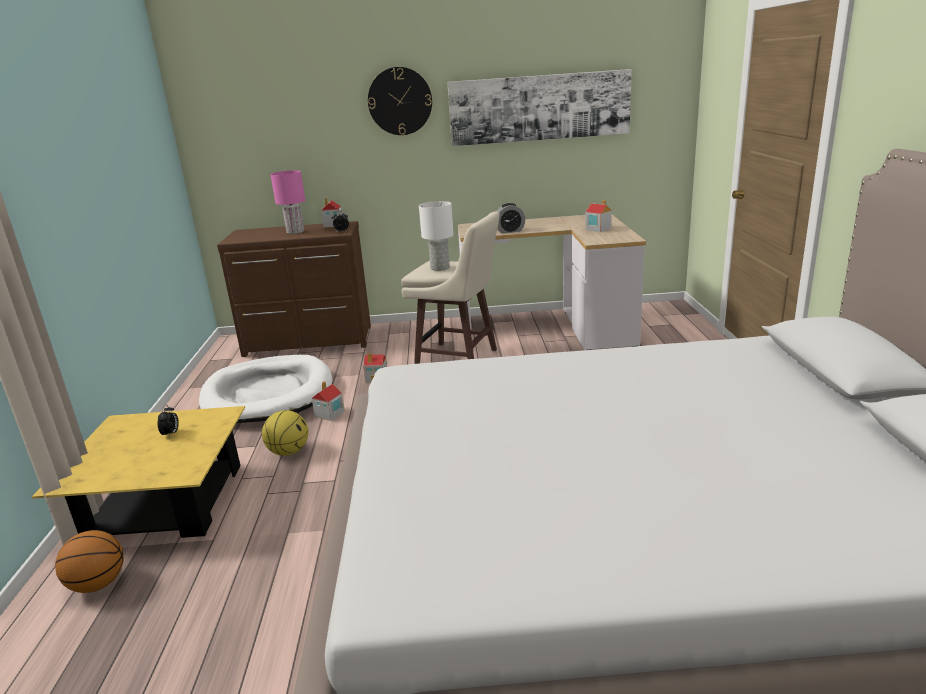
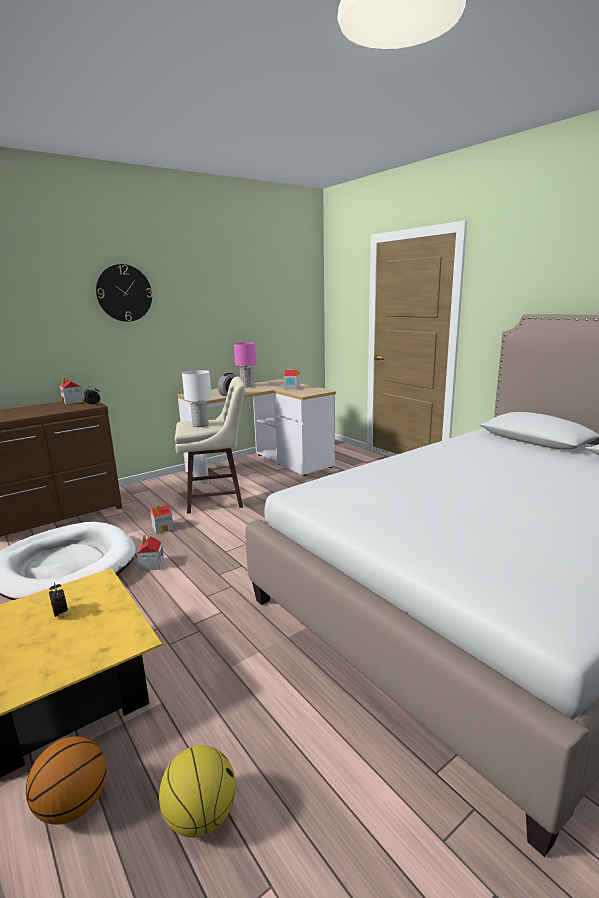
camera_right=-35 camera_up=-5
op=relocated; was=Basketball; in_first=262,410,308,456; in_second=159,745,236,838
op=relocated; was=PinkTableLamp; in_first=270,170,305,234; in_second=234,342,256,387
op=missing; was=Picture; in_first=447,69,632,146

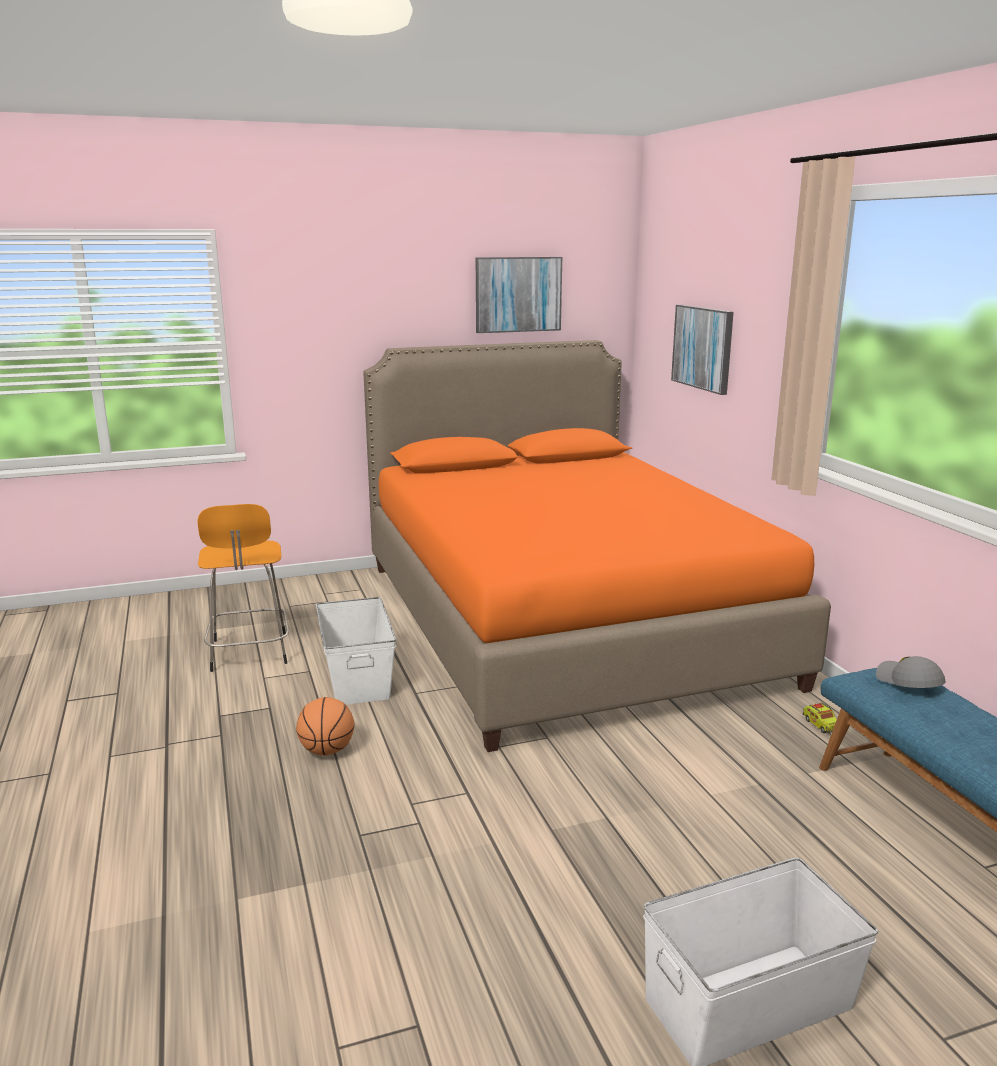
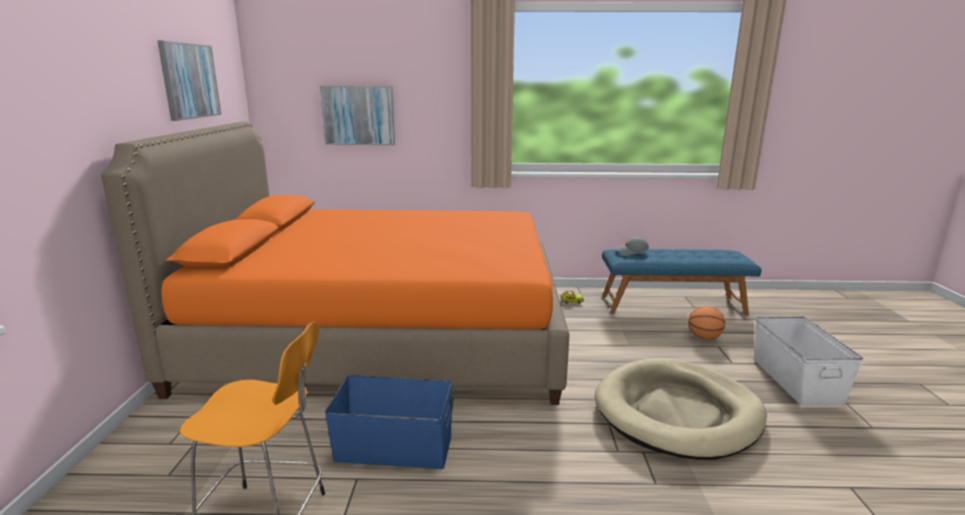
camera_right=-70 camera_up=0
op=relocated; was=Basketball; in_first=296,697,355,756; in_second=688,306,725,340
op=colour; was=WhiteStorageBox; now=BlueStorageBox; in_first=316,597,396,705; in_second=325,375,452,469
op=appeared; now=BeigeDogBed; in_second=595,358,767,460

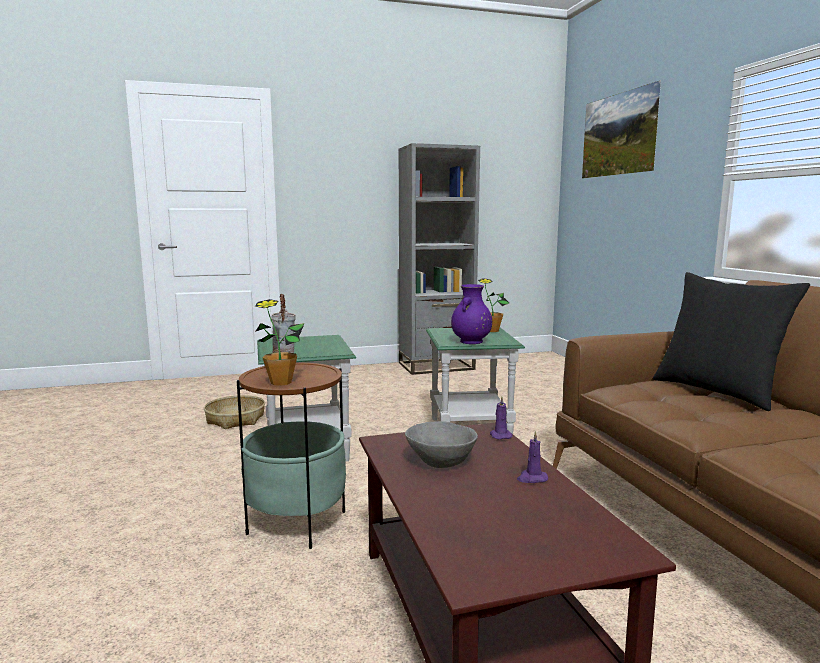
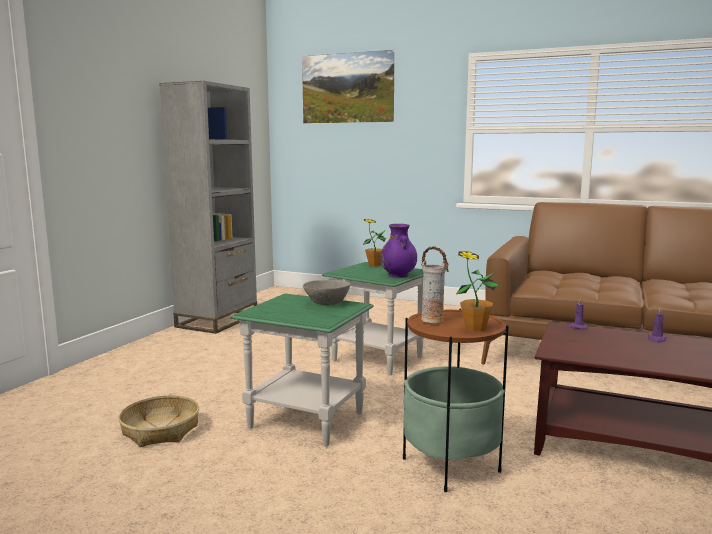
camera_right=-50 camera_up=0
op=relocated; was=GreyBowl; in_first=405,421,478,468; in_second=303,280,351,305
op=missing; was=BlackPillow; in_first=653,272,810,411

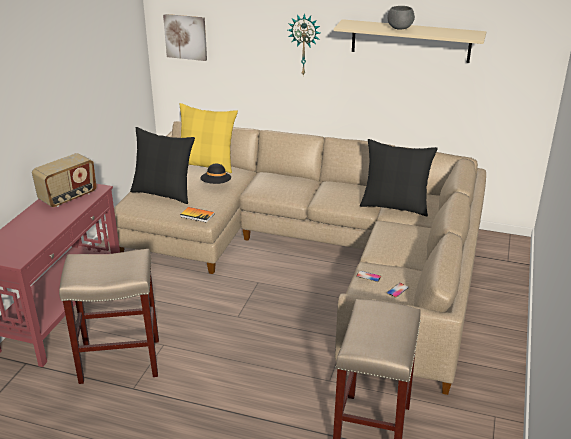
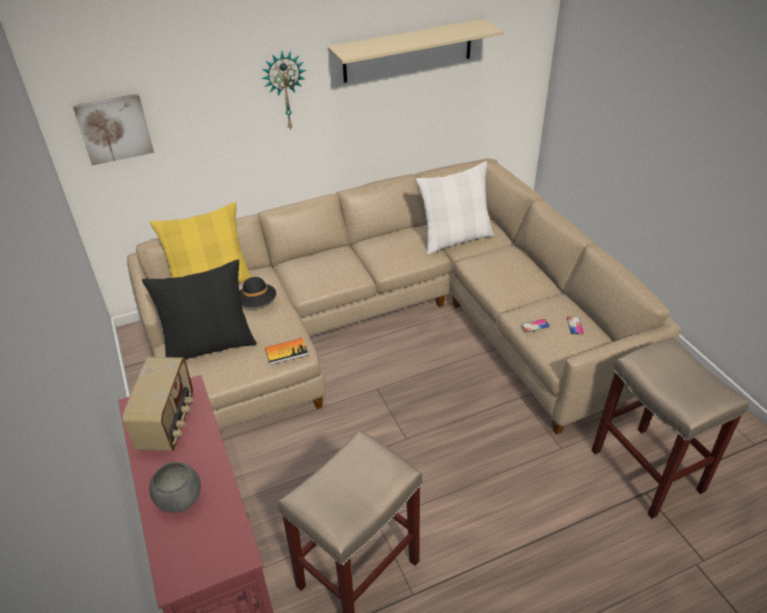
camera_right=-40 camera_up=10
op=colour; was=BlackPillow; now=WhitePillow; in_first=360,139,438,216; in_second=416,161,494,255
op=relocated; was=GreyBowl; in_first=387,6,415,30; in_second=149,462,201,513

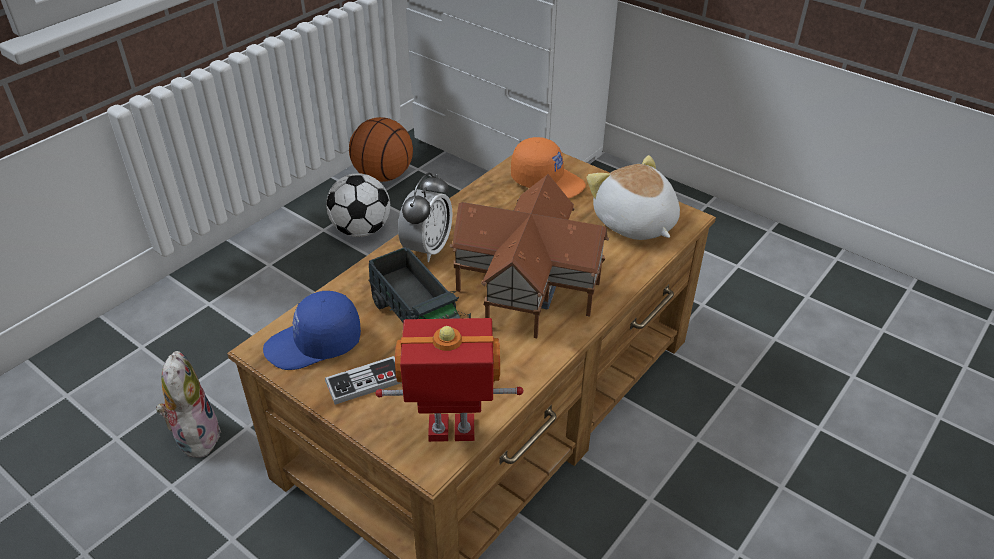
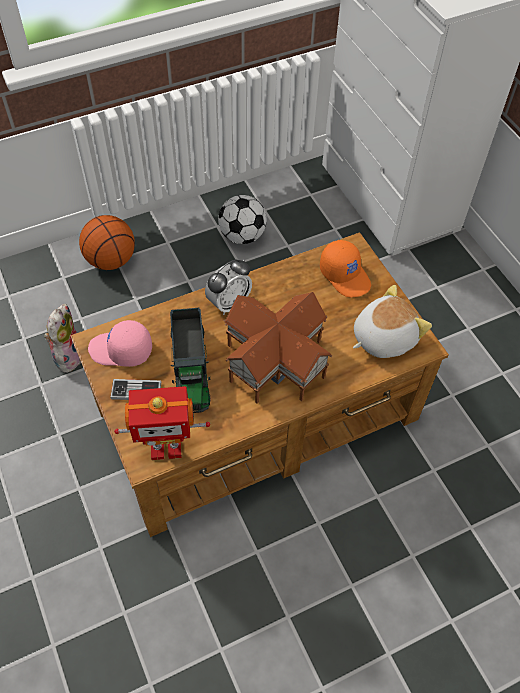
camera_right=25 camera_up=15
op=colour; was=BlueCap; now=PinkCap; in_first=263,291,361,370; in_second=88,320,152,367
op=relocated; was=Basketball; in_first=349,117,413,182; in_second=79,215,135,270
op=spun; was=ToyRobot; in_first=376,318,524,442; in_second=114,386,210,460; clockwise=150
op=spun; was=PlushToy; in_first=586,155,680,240; in_second=353,285,432,358; clockwise=60

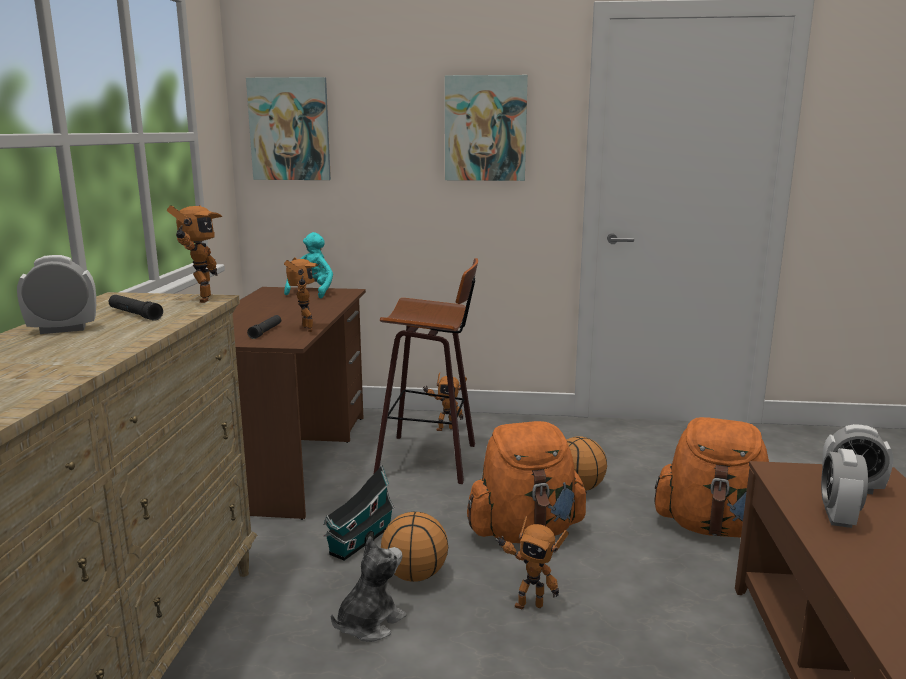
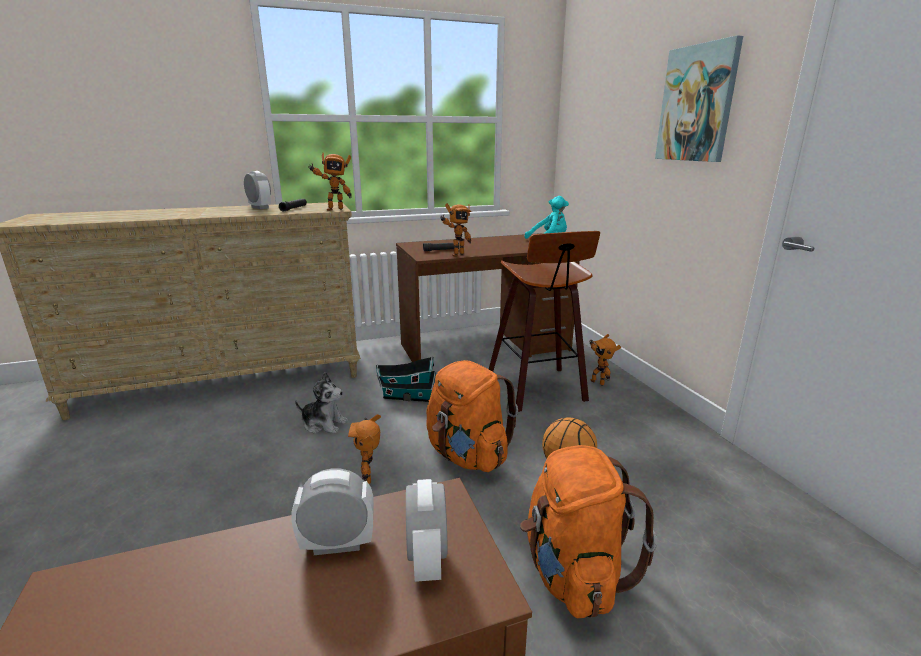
camera_right=65 camera_up=5
op=missing; was=Picture; in_first=246,77,331,180
op=missing; was=Basketball; in_first=381,512,448,582

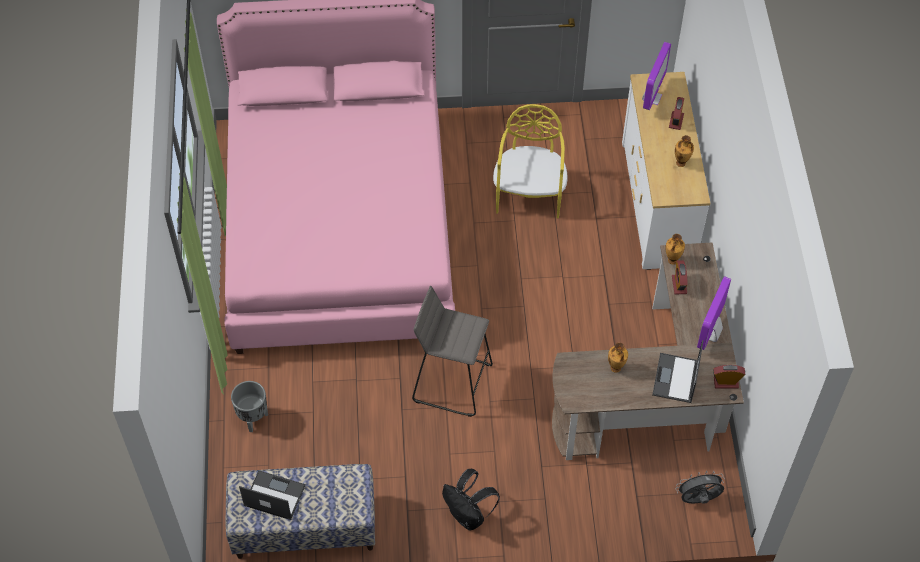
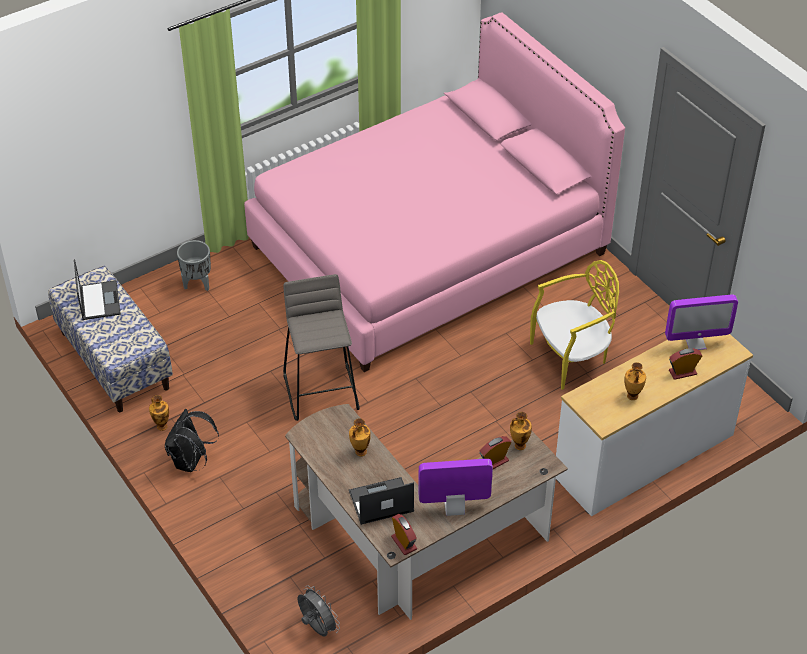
camera_right=60 camera_up=-10
op=appeared; now=Vase; in_second=149,395,169,431

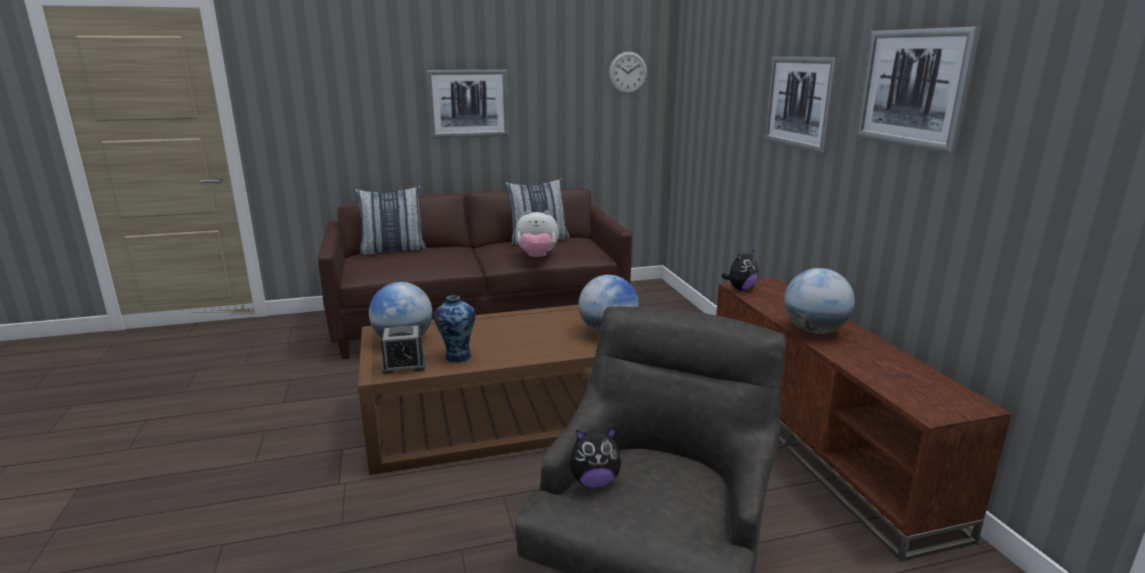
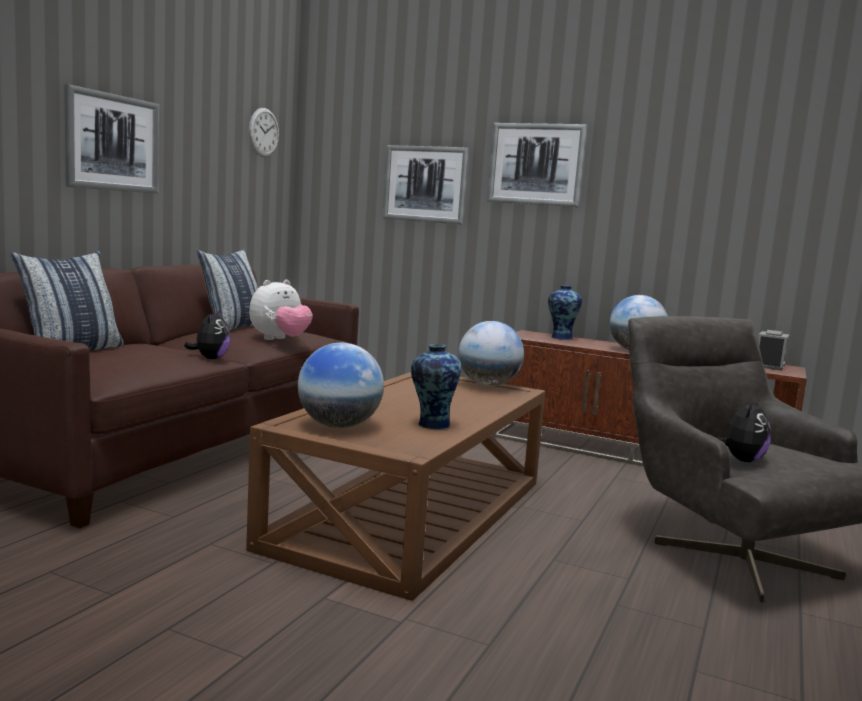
camera_right=-50 camera_up=-10
op=relocated; was=AlarmClock; in_first=381,326,425,374; in_second=758,330,790,371
op=relocated; was=PlushToy; in_first=721,250,759,291; in_second=184,310,231,359
op=relocated; was=Picture; in_first=856,27,981,154; in_second=382,145,470,225
op=appeared; now=Vase; in_second=548,285,582,340

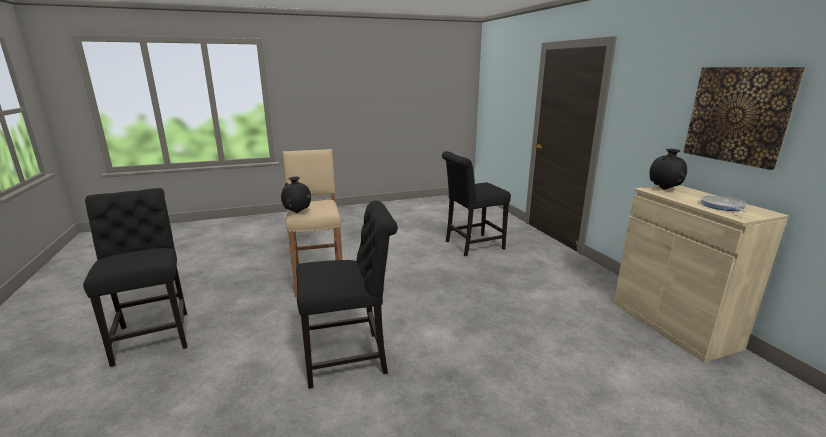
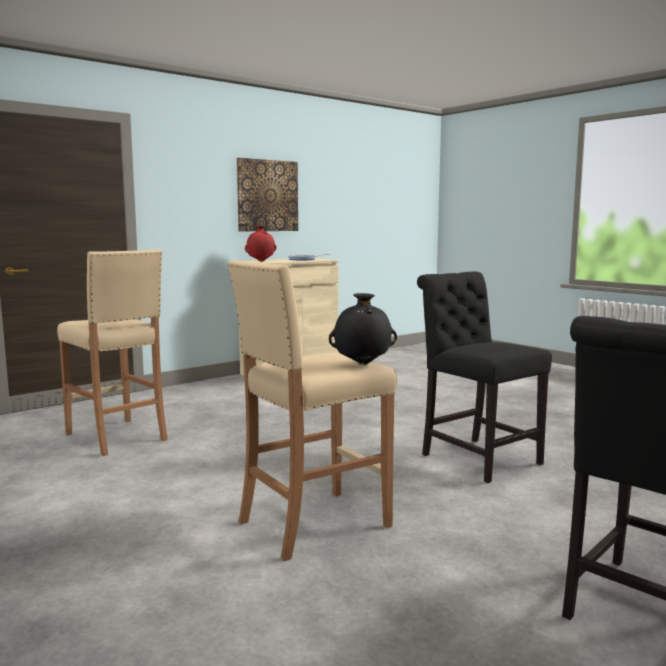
camera_right=-110 camera_up=-10
op=exchanged; was=BlackChair; now=BeigeStool; in_first=442,151,511,256; in_second=57,249,168,456
op=colour; was=BlackVase; now=RedVase; in_first=649,149,687,190; in_second=245,226,276,262

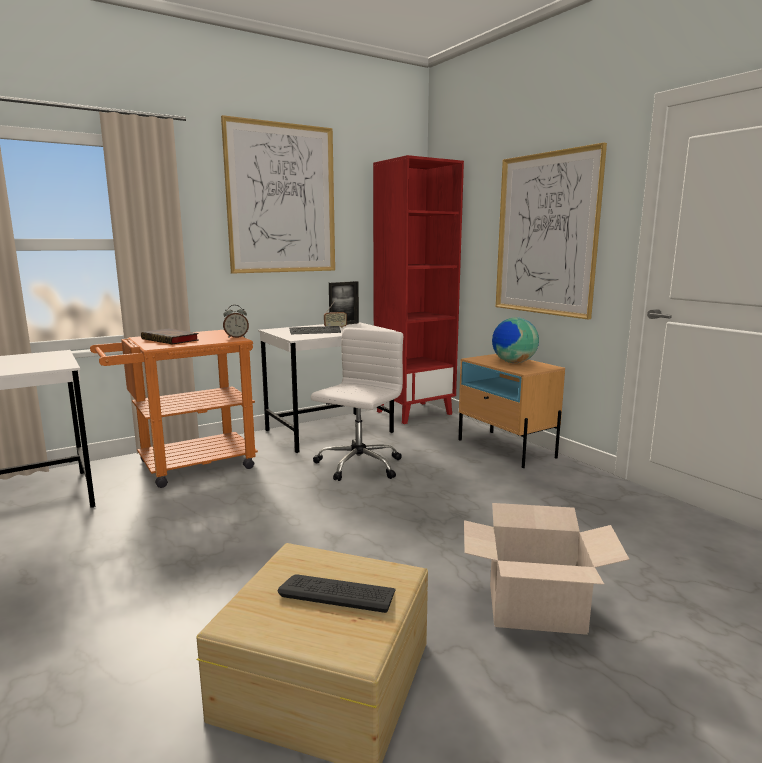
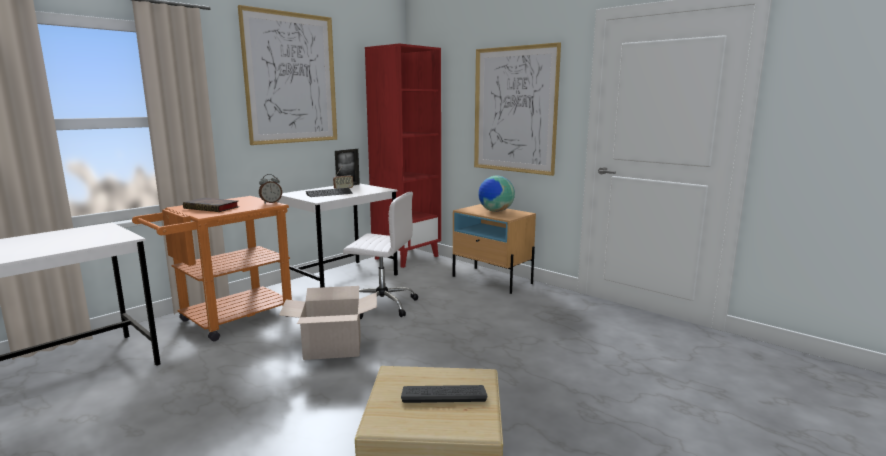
camera_right=-15 camera_up=0
op=spun; was=WhiteOfficeChair; in_first=311,328,403,481; in_second=343,192,418,319; clockwise=90
op=relocated; was=CardboardBox; in_first=464,503,630,635; in_second=279,286,377,360

